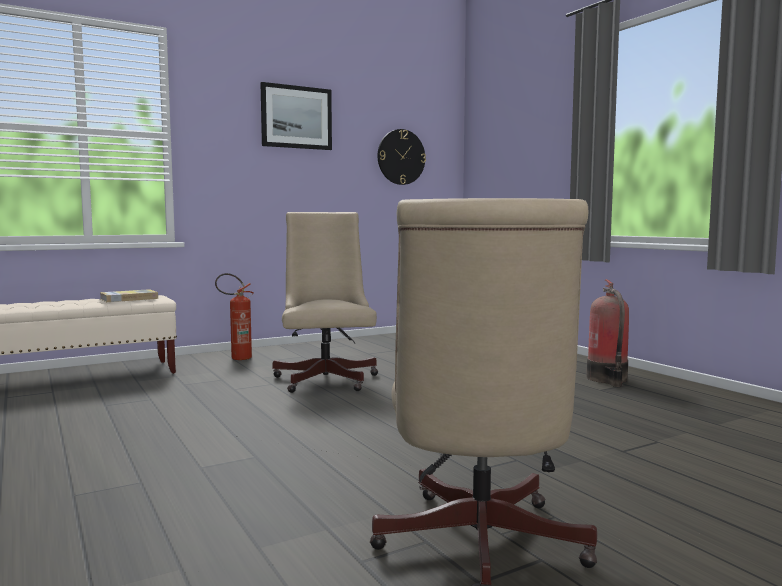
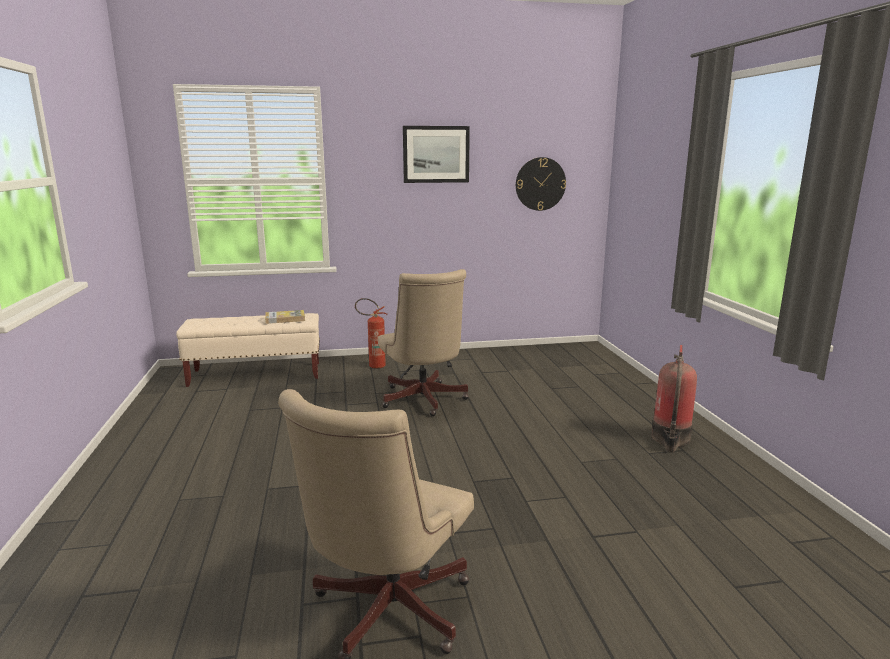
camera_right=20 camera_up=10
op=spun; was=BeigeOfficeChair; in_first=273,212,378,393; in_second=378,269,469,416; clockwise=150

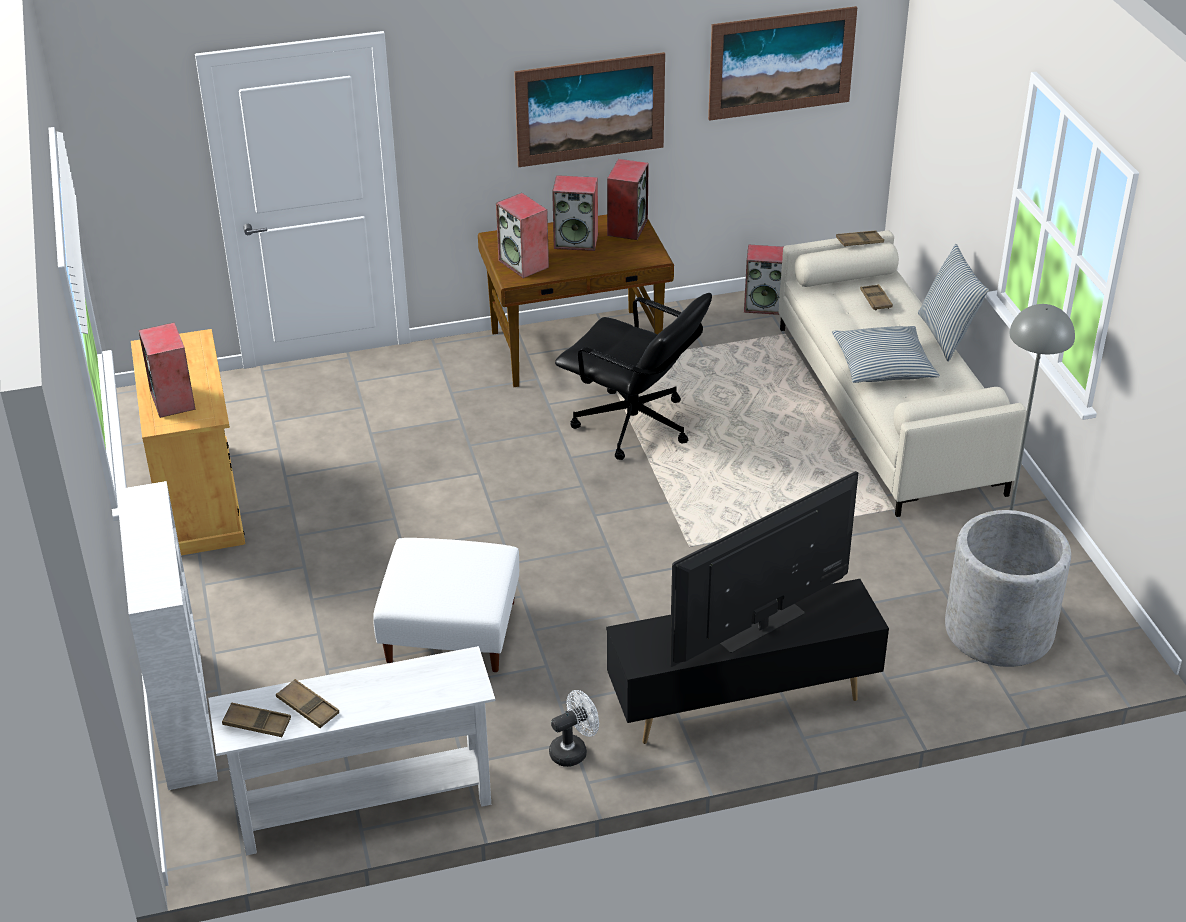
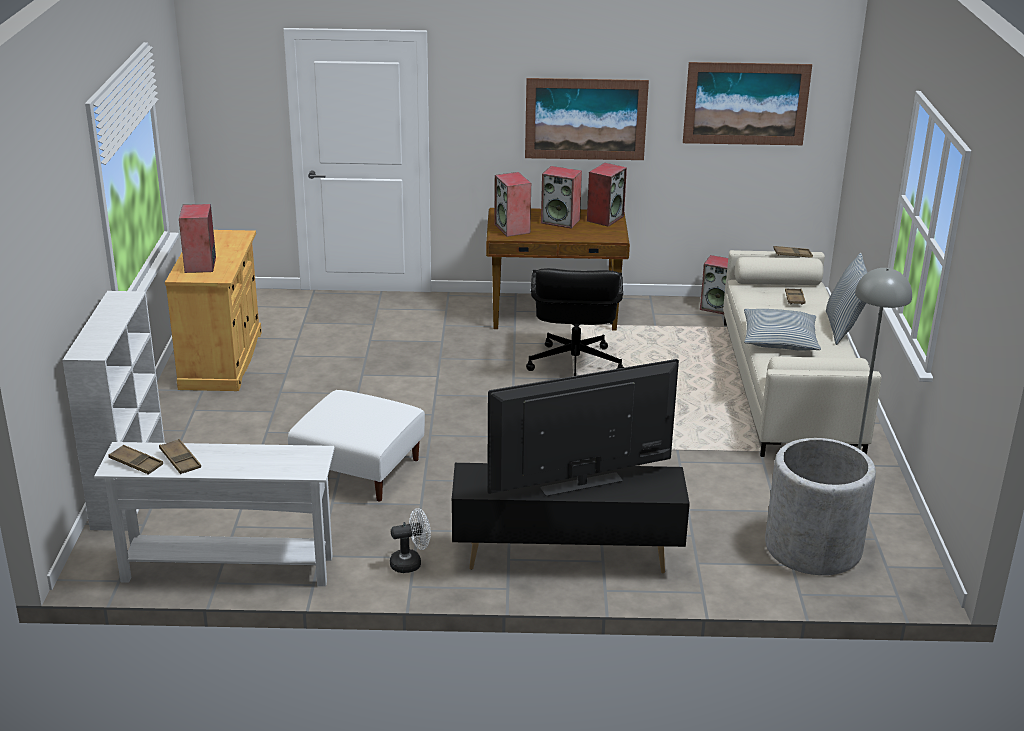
camera_right=15 camera_up=-10
op=spun; was=BlackOfficeChair; in_first=555,293,712,460; in_second=526,268,625,376; clockwise=45

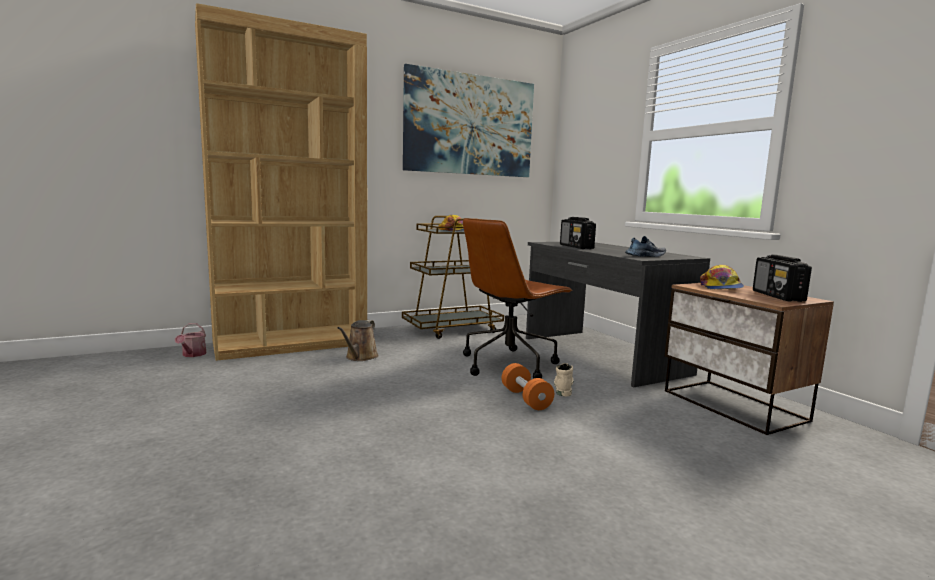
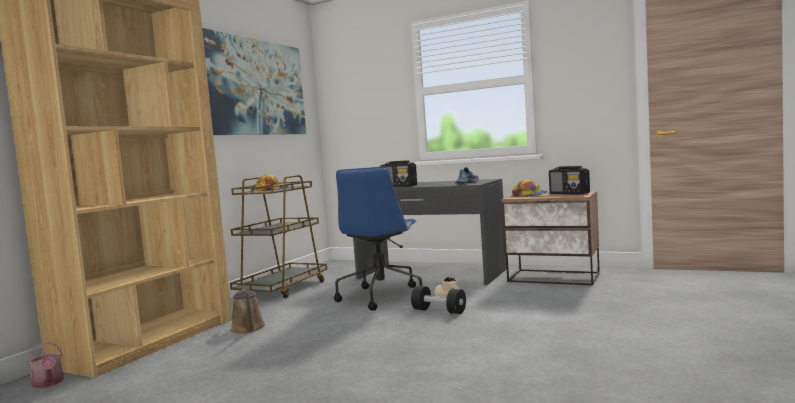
camera_right=-35 camera_up=-5
op=colour; was=BrownOfficeChair; now=BlueOfficeChair; in_first=463,218,572,379; in_second=334,167,422,311
op=colour; was=OrangeDumbbell; now=BlackDumbbell; in_first=502,363,554,410; in_second=411,286,466,314

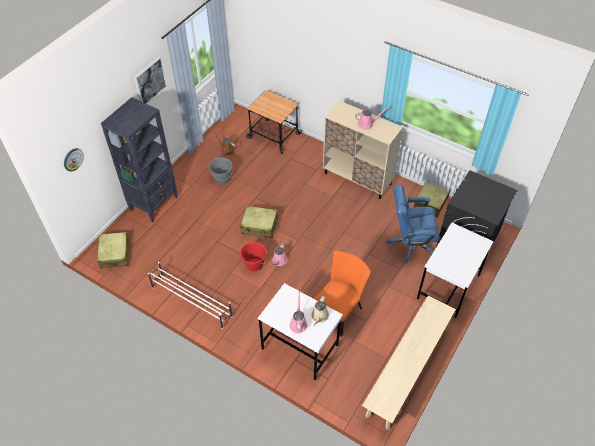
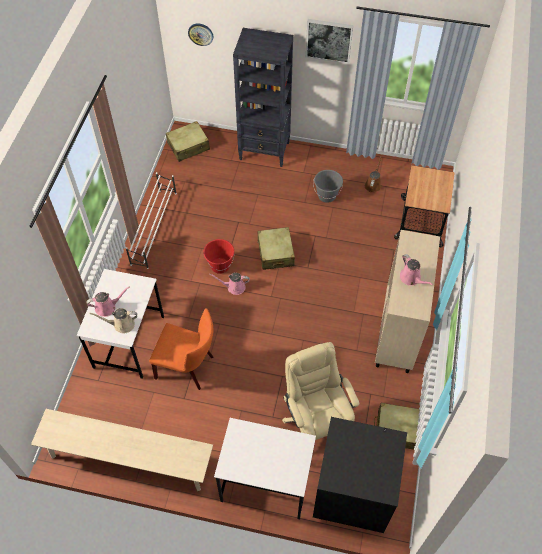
camera_right=70 camera_up=5
op=colour; was=BlueOfficeChair; now=BeigeOfficeChair; in_first=386,185,439,264; in_second=282,342,359,440

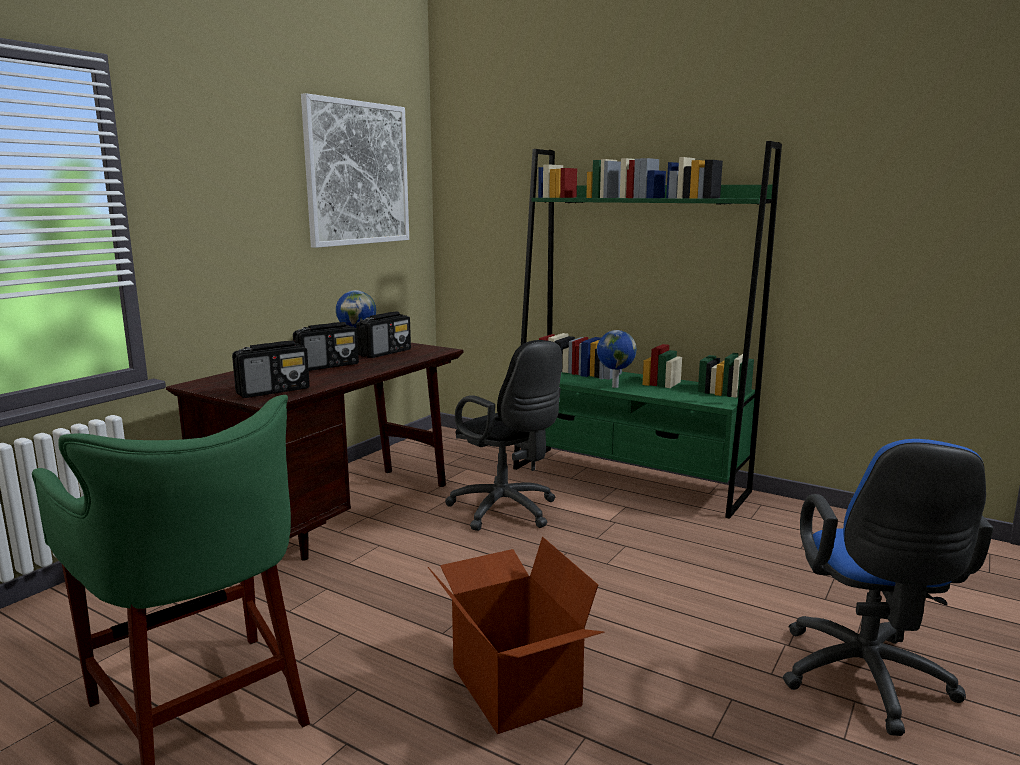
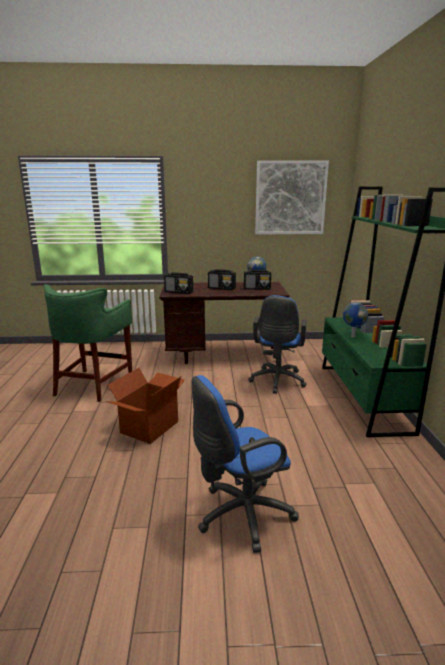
camera_right=55 camera_up=5
op=colour; was=BlackOfficeChair; now=BlueOfficeChair; in_first=445,340,562,531; in_second=248,295,307,394

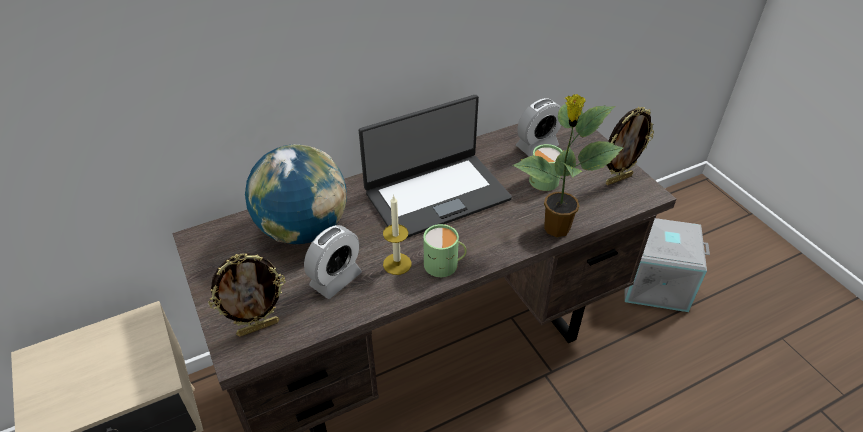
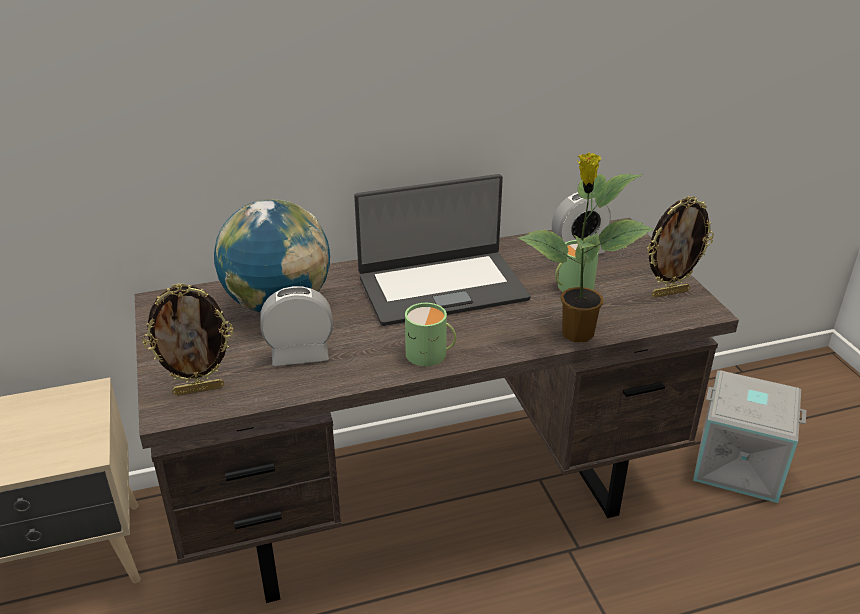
camera_right=10 camera_up=-10
op=spun; was=AlarmClock; in_first=304,225,362,299; in_second=260,286,333,366; clockwise=-150
op=missing; was=Candle; in_first=383,195,412,275

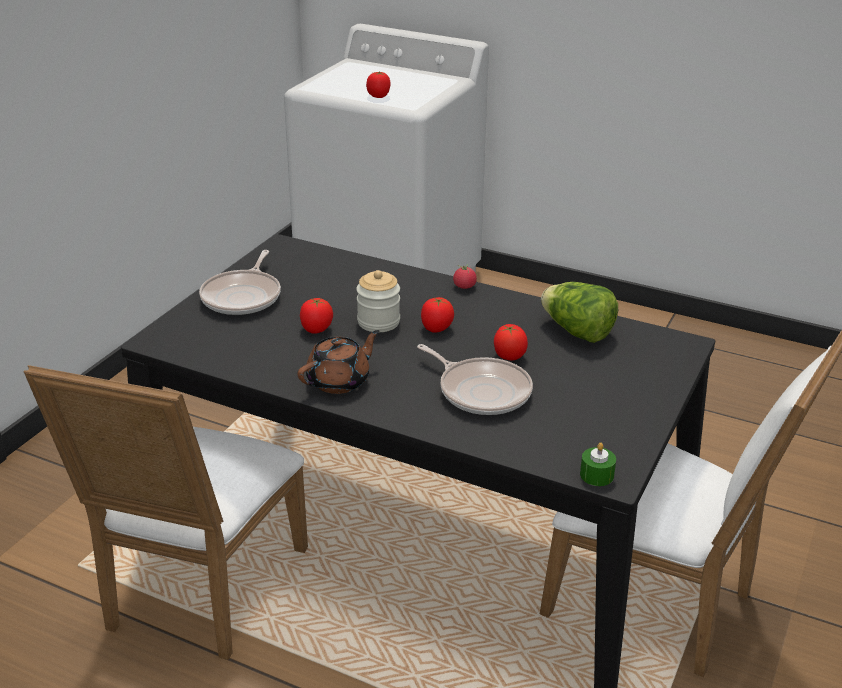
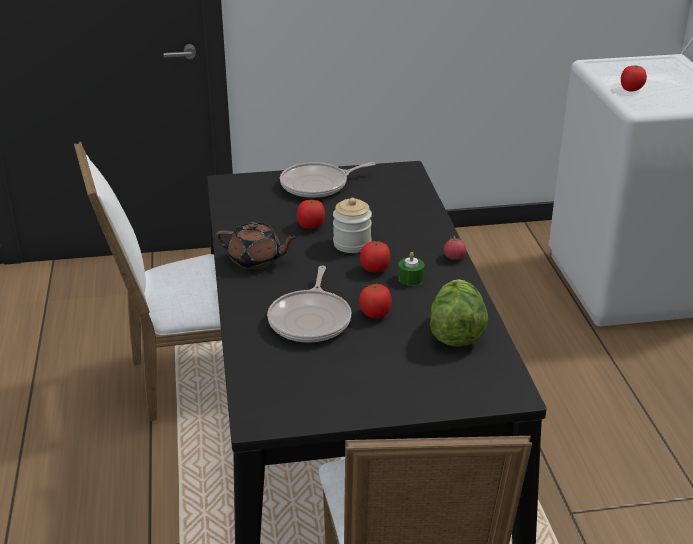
camera_right=55 camera_up=0
op=relocated; was=GreenCandle; in_first=580,443,616,486; in_second=398,252,424,286

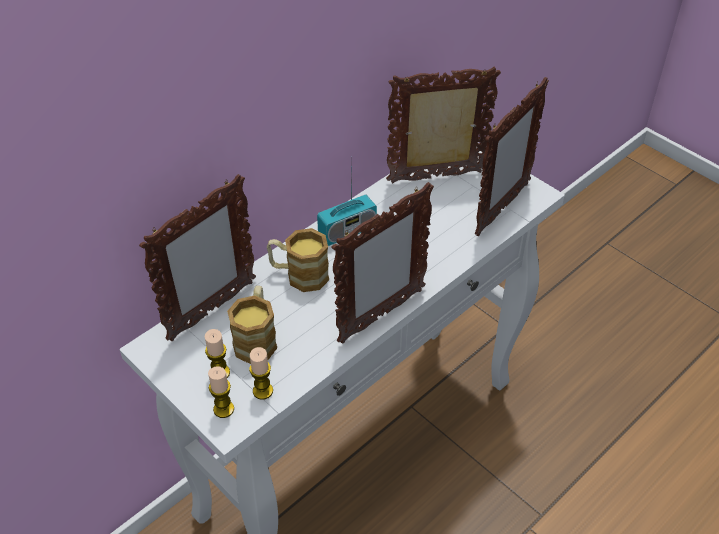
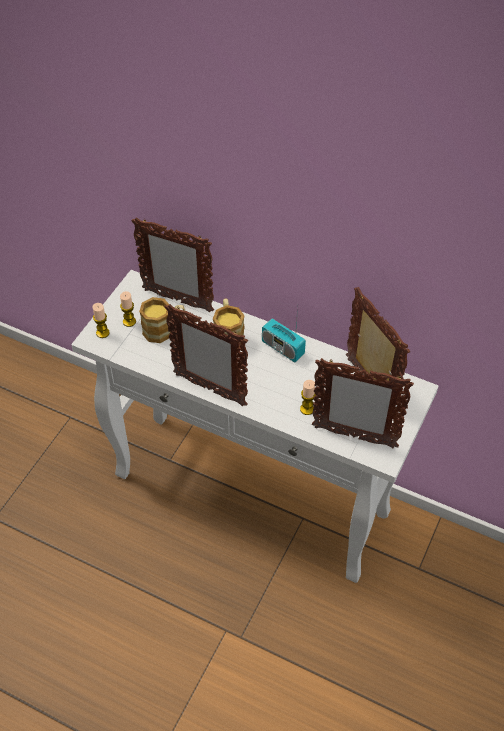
camera_right=70 camera_up=5
op=relocated; was=Candle; in_first=249,347,273,400; in_second=300,380,316,415

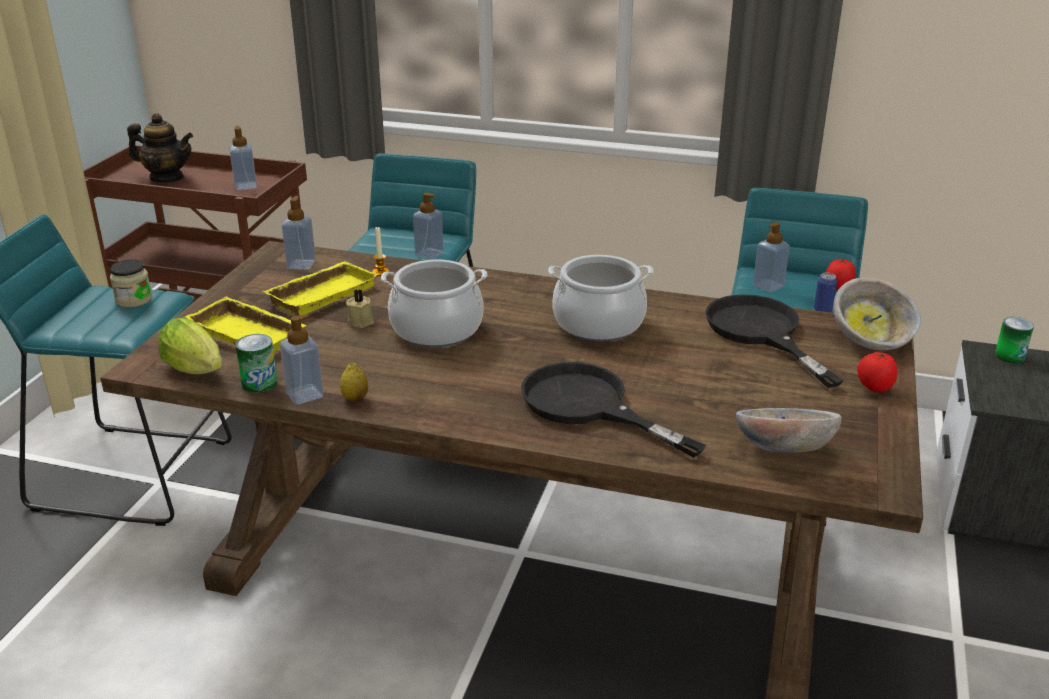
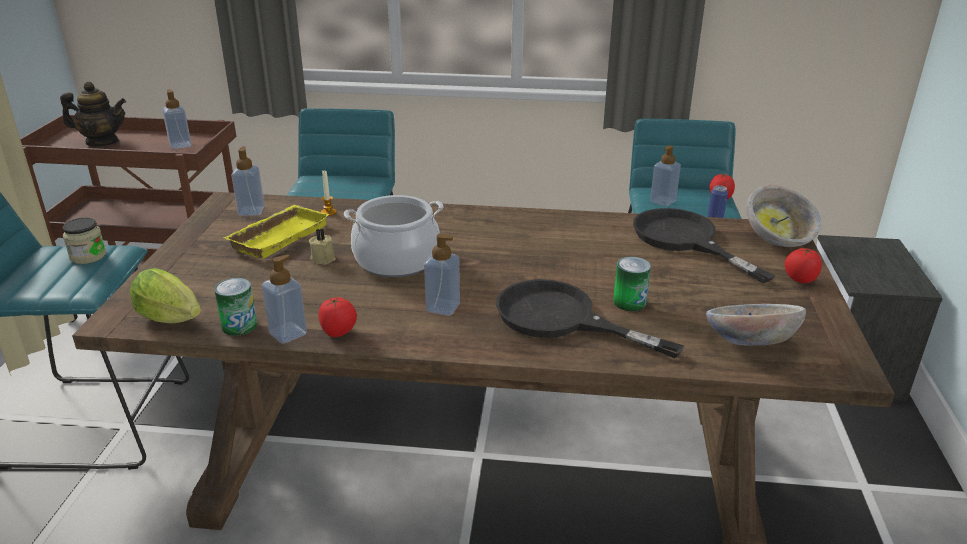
camera_right=-10 camera_up=0
op=missing; was=YellowTray; in_first=185,296,307,353
op=exchanged; was=Lemon; now=Tomato; in_first=340,363,368,402; in_second=319,297,357,337
op=relocated; was=SoapDispenser; in_first=413,193,444,259; in_second=424,234,460,316
op=missing; was=CookingPot; in_first=548,255,654,341
op=relocated; was=Can; in_first=995,317,1034,364; in_second=613,257,651,311

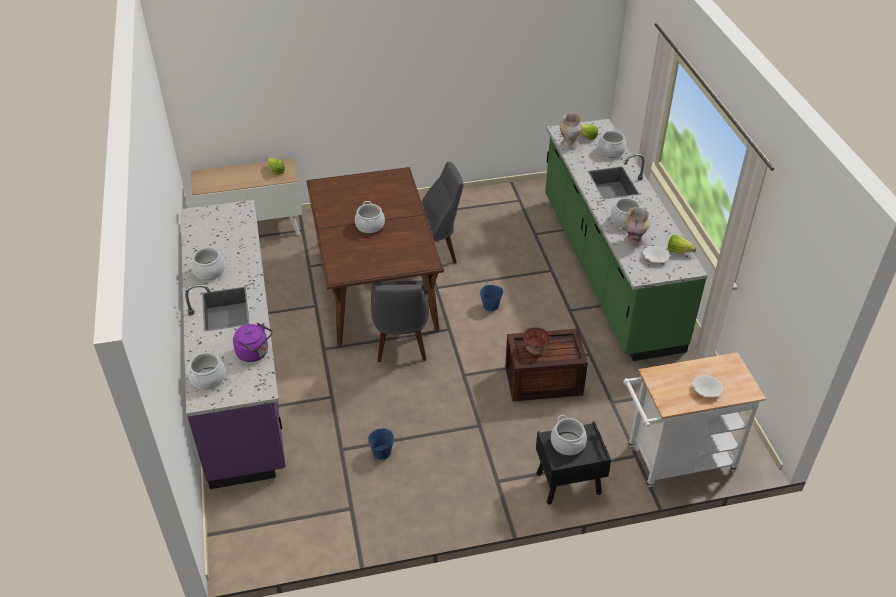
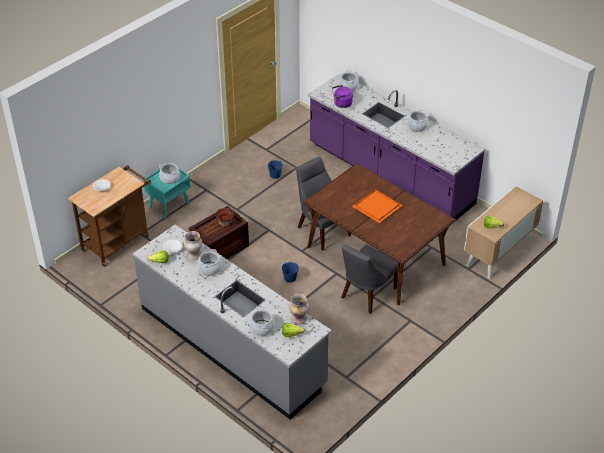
camera_right=145 camera_up=0
op=exchanged; was=CookingPot; now=OrangeTray; in_first=355,201,385,233; in_second=352,189,402,223
op=colour; was=BlackNightstand; now=TurquoiseNightstand; in_first=536,421,611,504; in_second=143,168,190,218
op=colour; was=GreenCounter; now=GreyCounter; in_first=545,119,708,361; in_second=133,225,332,419
op=colour; was=WhiteCart; now=BrownCart; in_first=623,352,766,487; in_second=68,165,151,267

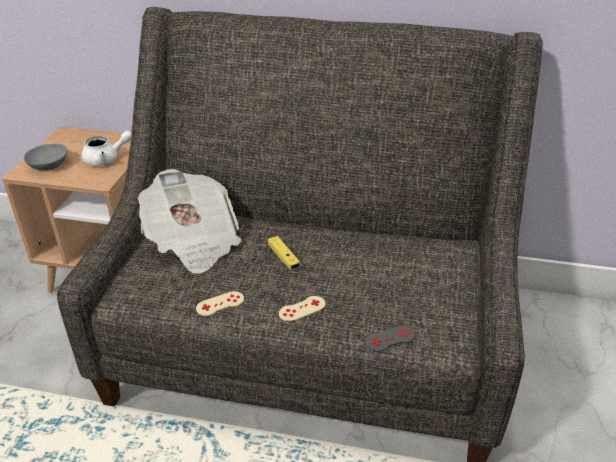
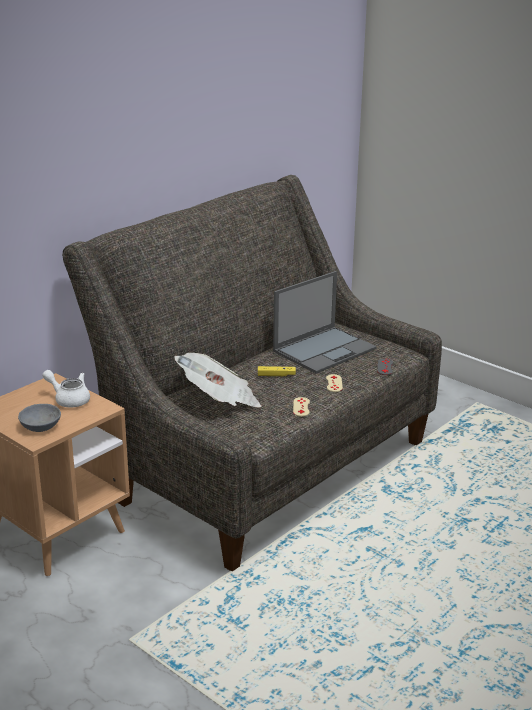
camera_right=-60 camera_up=-10
op=spun; was=WhiteTeapot; in_first=82,131,131,166; in_second=42,370,90,407; clockwise=-75
op=appeared; now=Laptop; in_second=273,271,377,373

